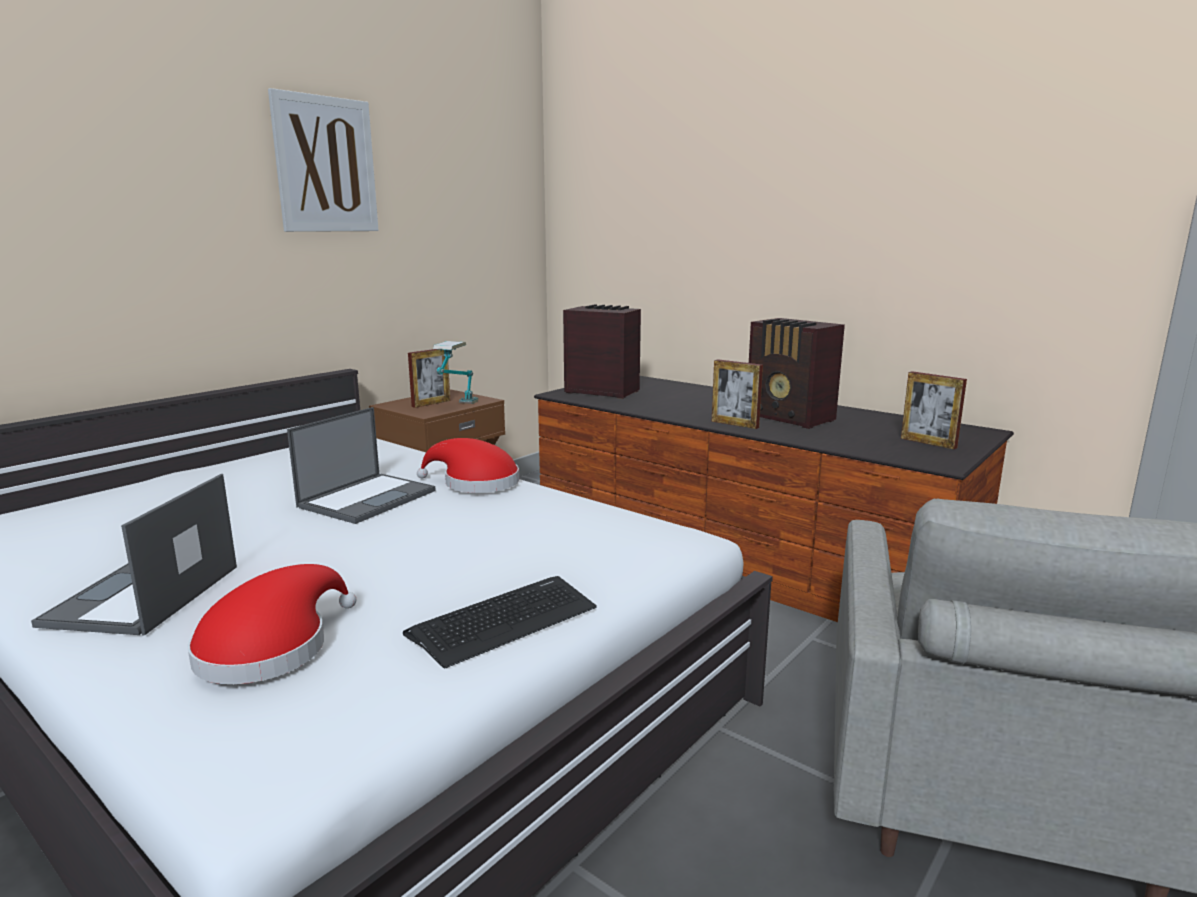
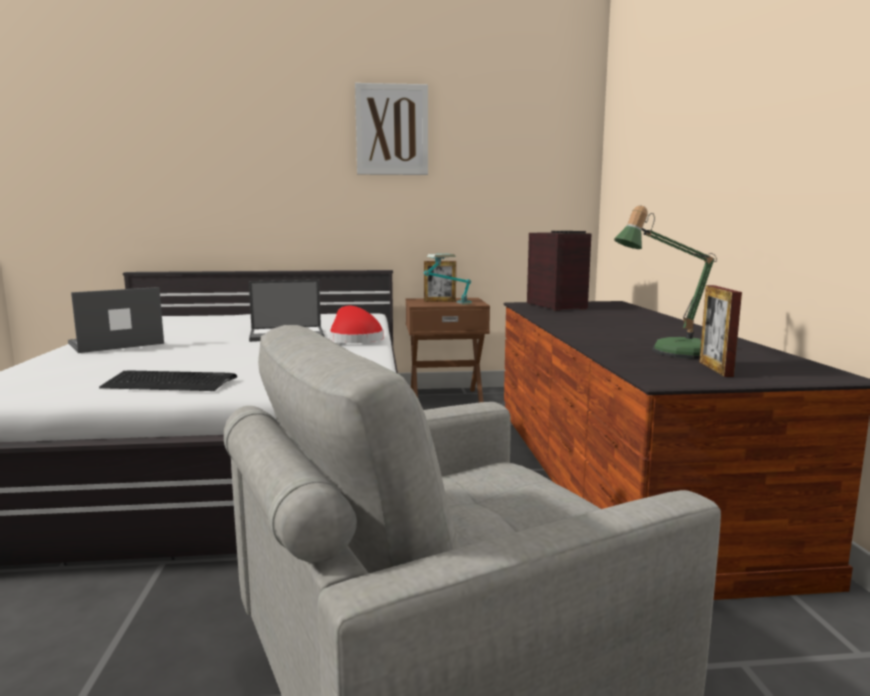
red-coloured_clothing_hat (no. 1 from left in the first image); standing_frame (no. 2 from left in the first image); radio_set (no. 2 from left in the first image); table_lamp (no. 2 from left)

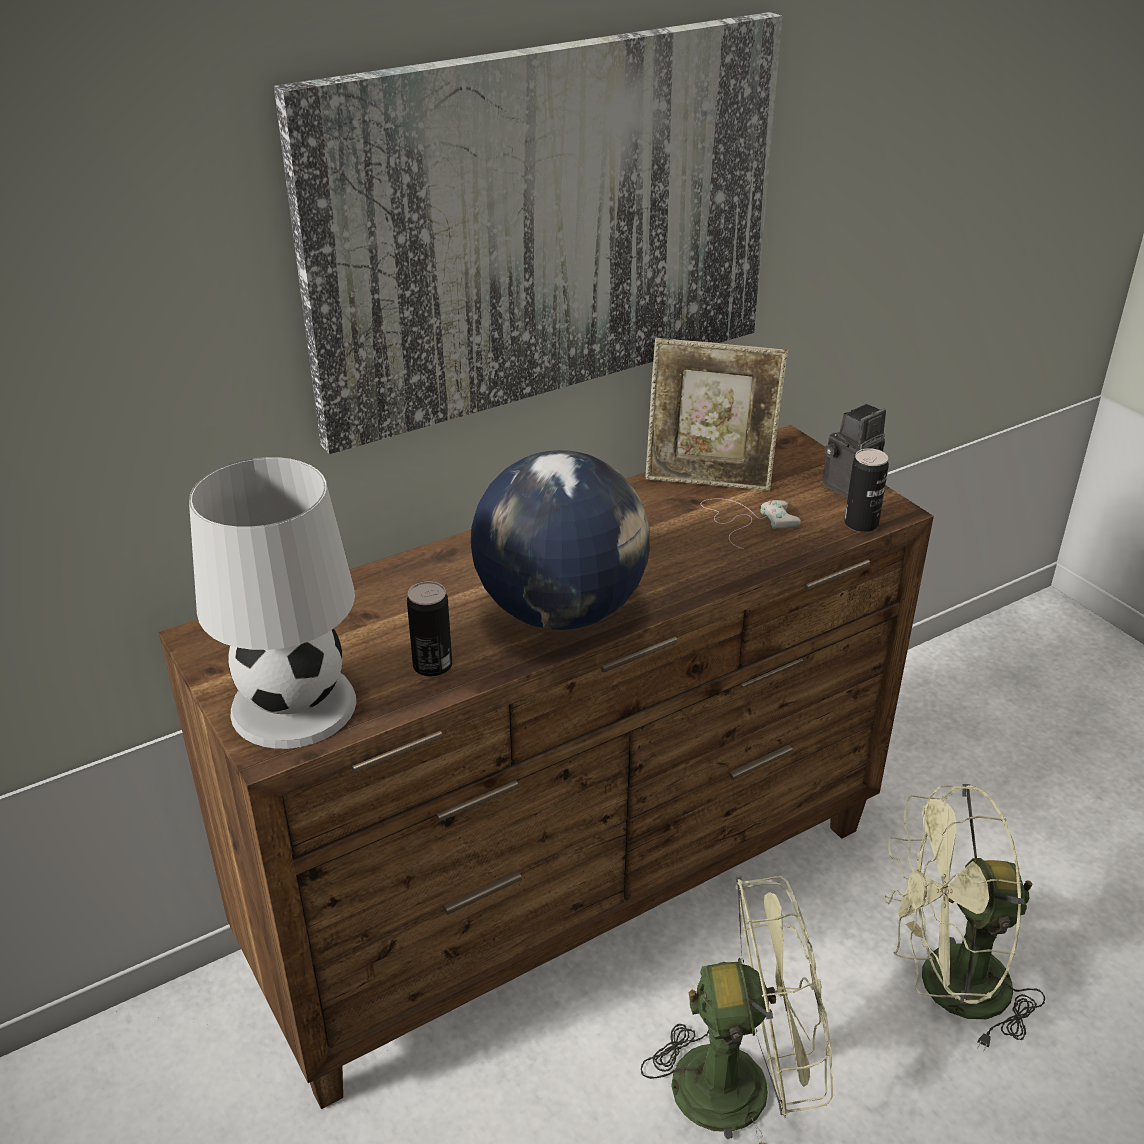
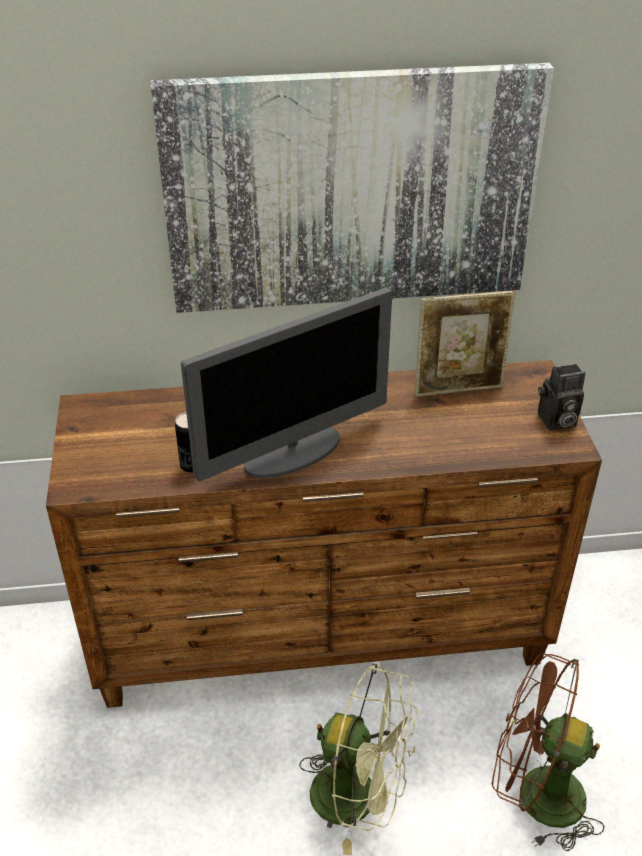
white_table_lamp; monitor; standing_frame; white_gamepad; metal_can (no. 2 from left in the first image); brownish_cooling_fan

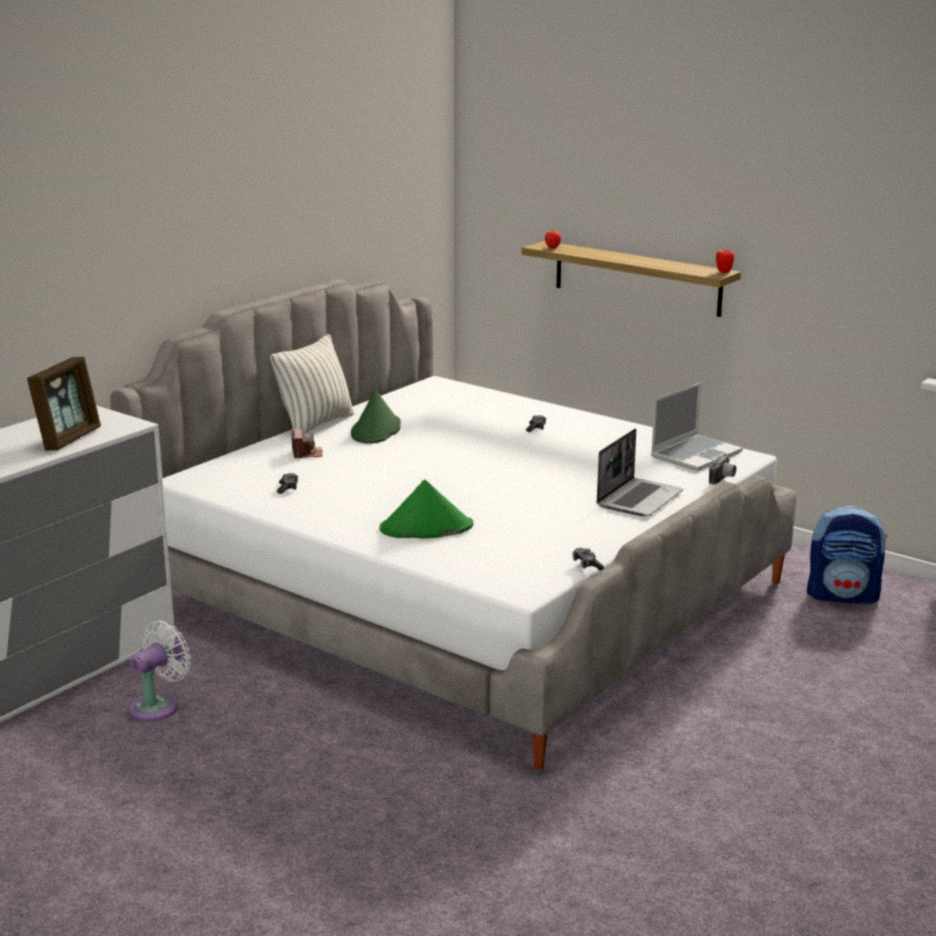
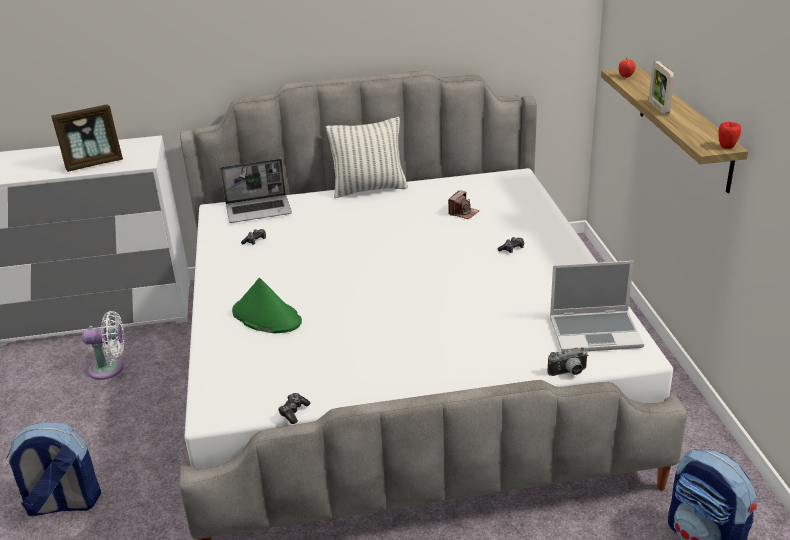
photo_camera (no. 1 from left); greenish_clothing_hat (no. 1 from left in the first image); portable_computer (no. 1 from left); backpack (no. 1 from left); standing_frame (no. 2 from left)

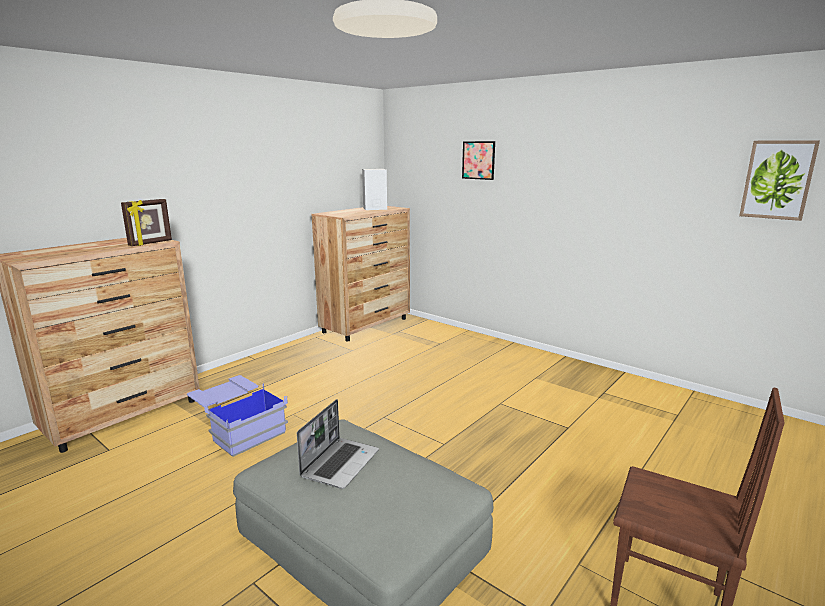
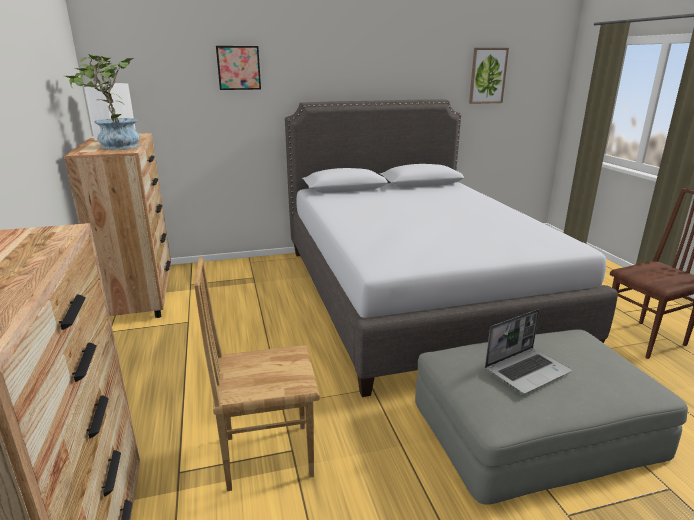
standing_frame; brownish_chair (no. 1 from left); portable_computer; plant_in_a_pot; gray_bed

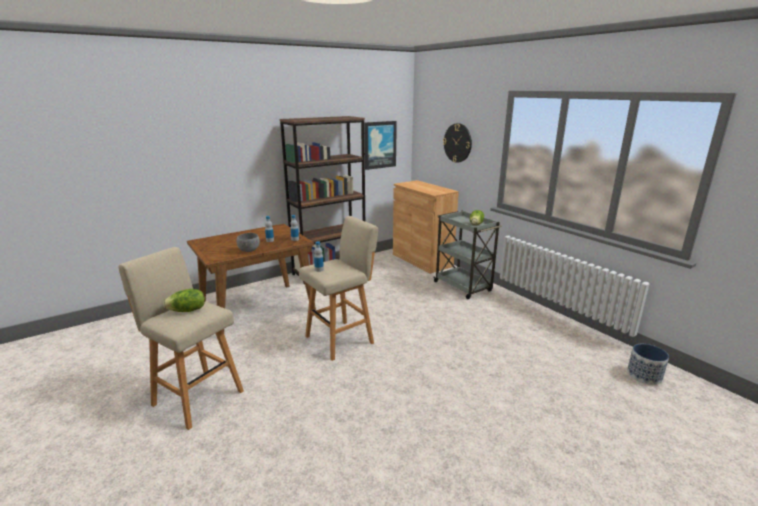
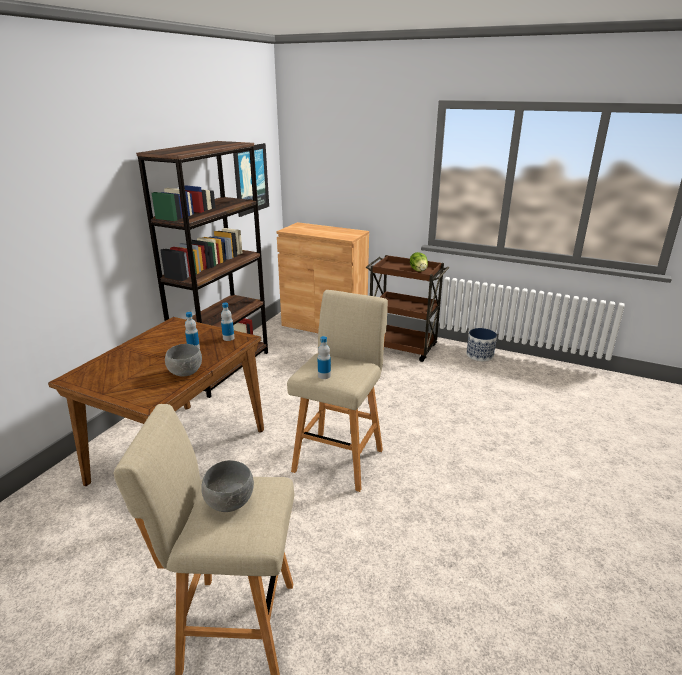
gray_deep_dish (no. 2 from left); brownish_wheeled_cart; wall_clock; plant_pot

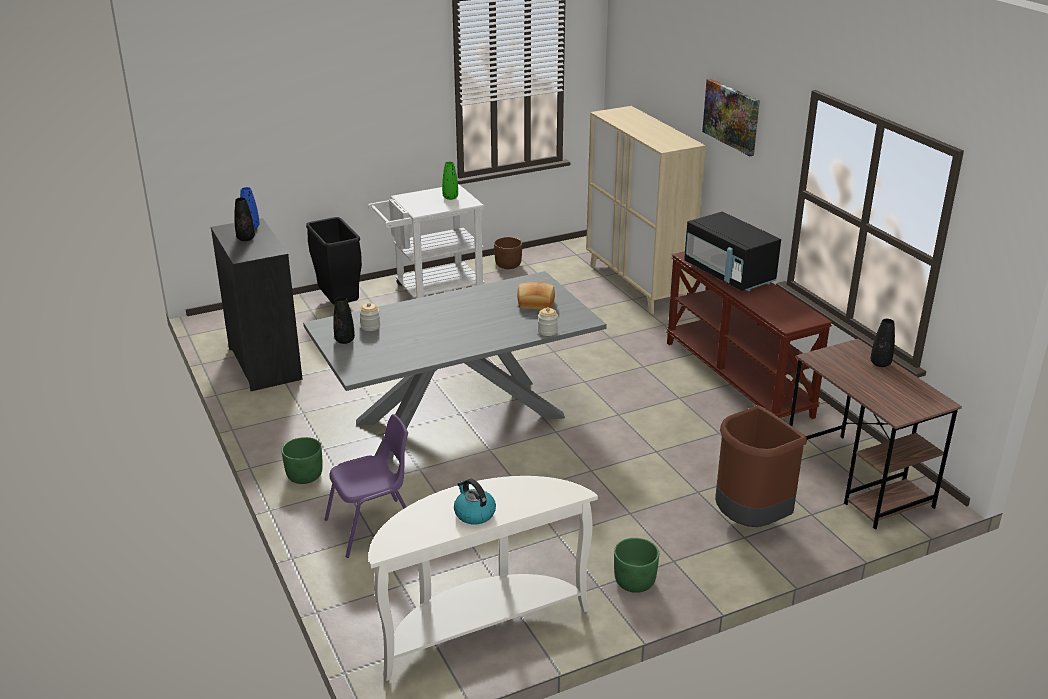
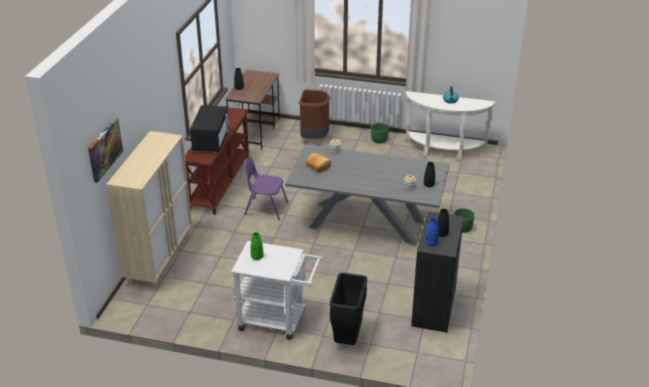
purple-coloured_chair; brownish_plant_pot; wall_picture

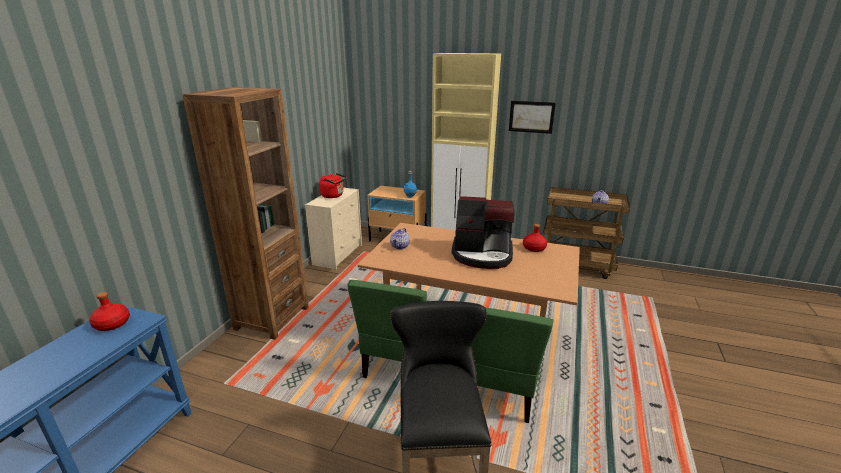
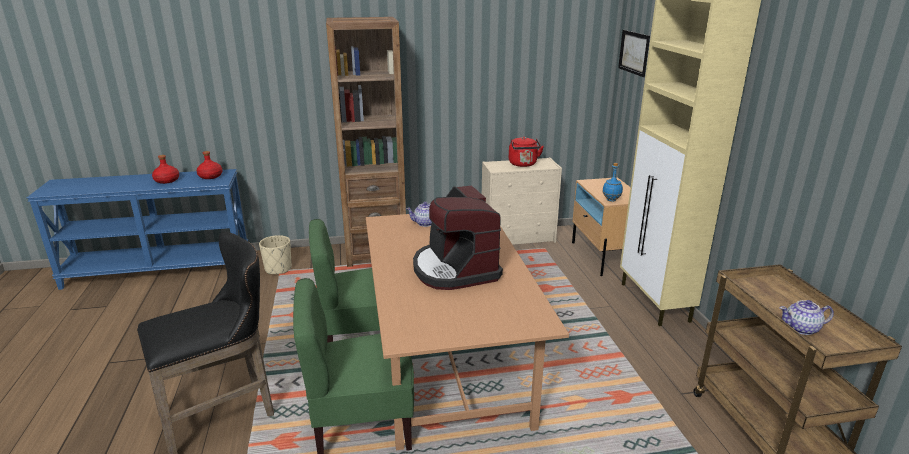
wall_picture; red-coloured_beverage_bottle (no. 1 from left); sand-coloured_plant_pot

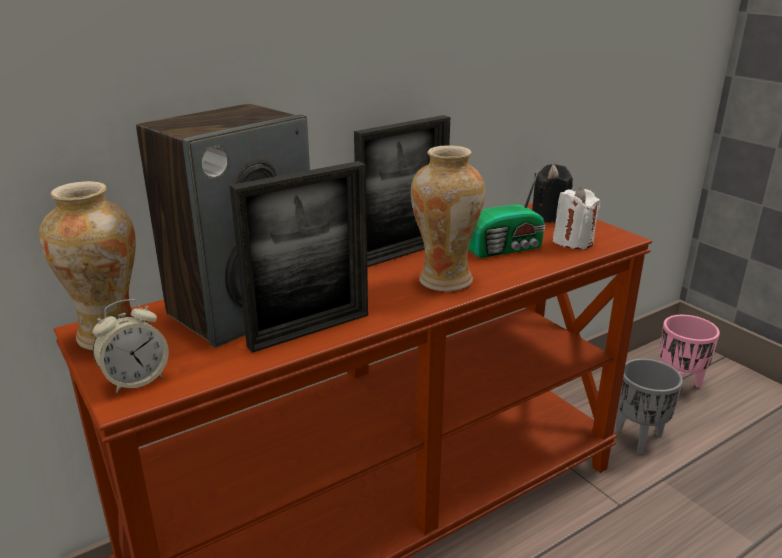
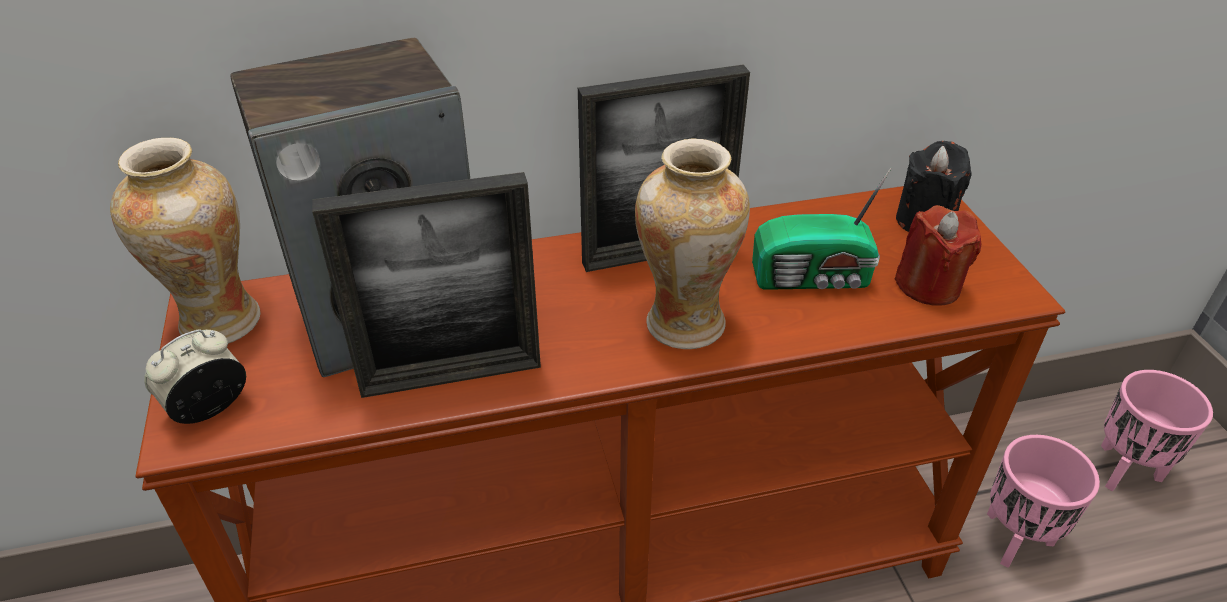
table_clock; red-coloured_wax_light; pink-coloured_plant_pot (no. 1 from left)

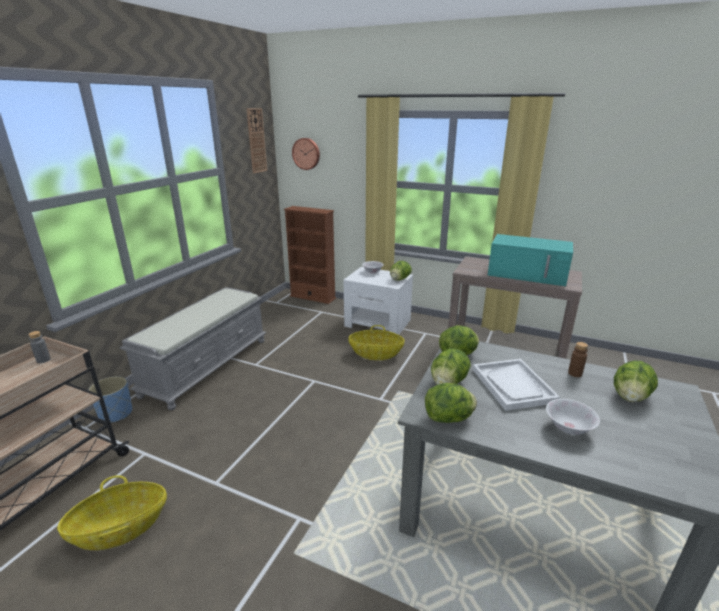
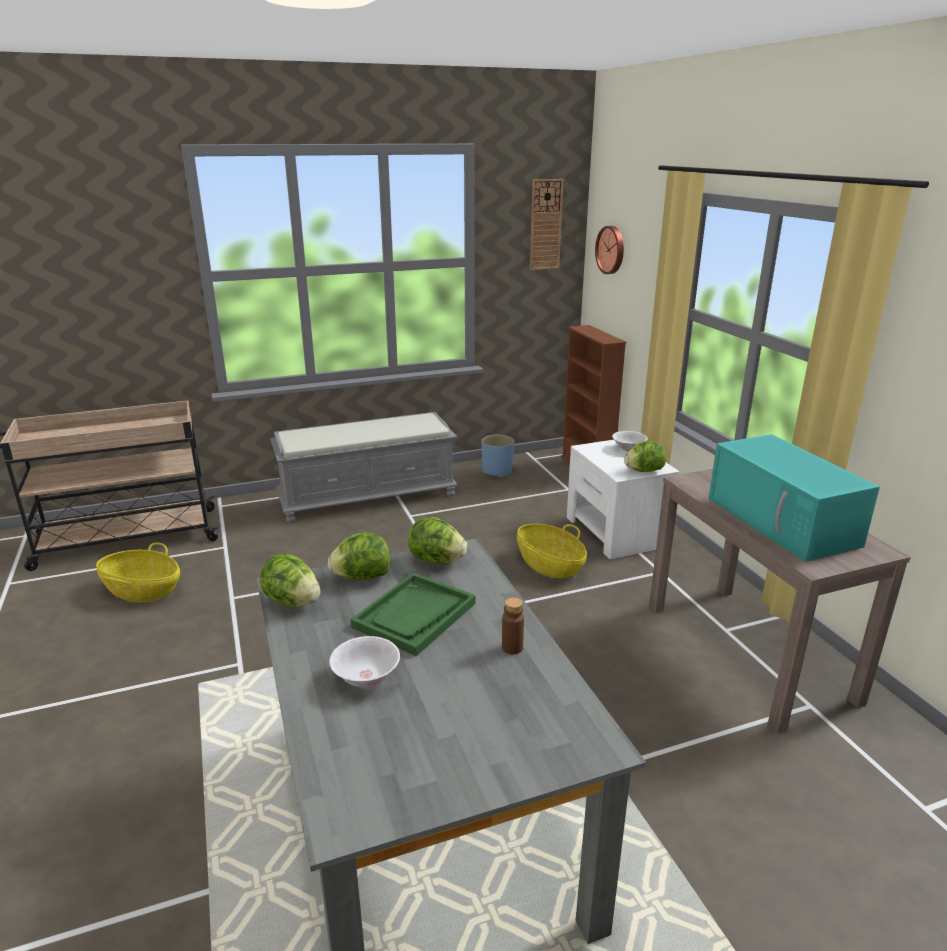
gray_beverage_bottle; blue-coloured_plant_pot; greenish_carrying_tray; lettuce_head (no. 5 from left in the first image)

